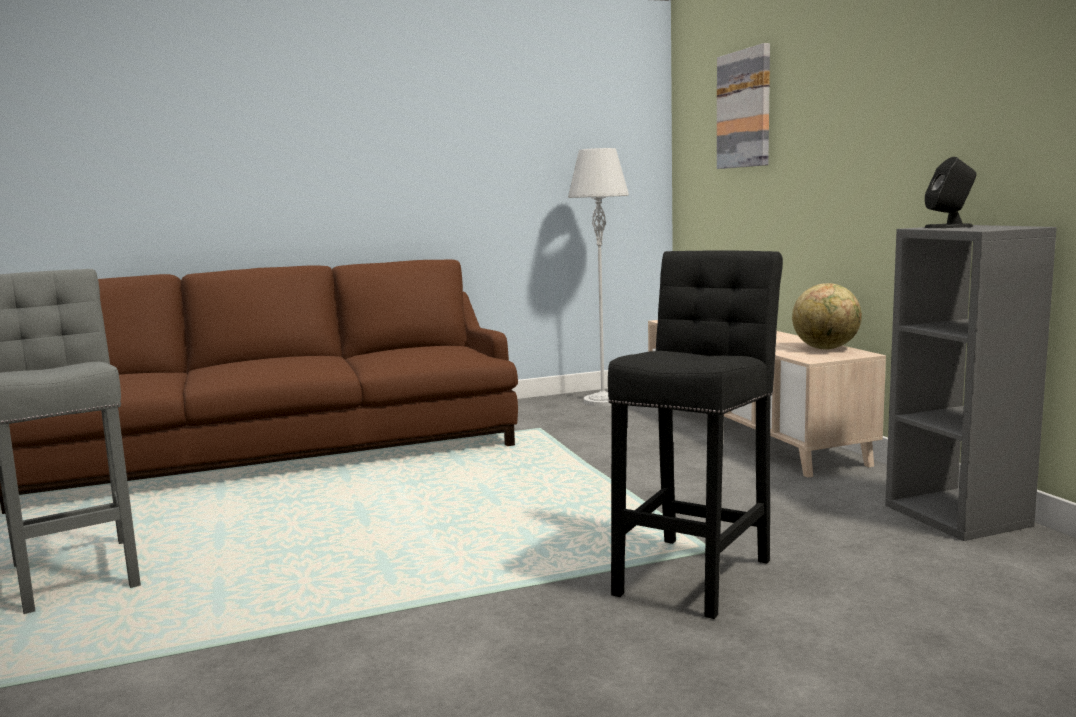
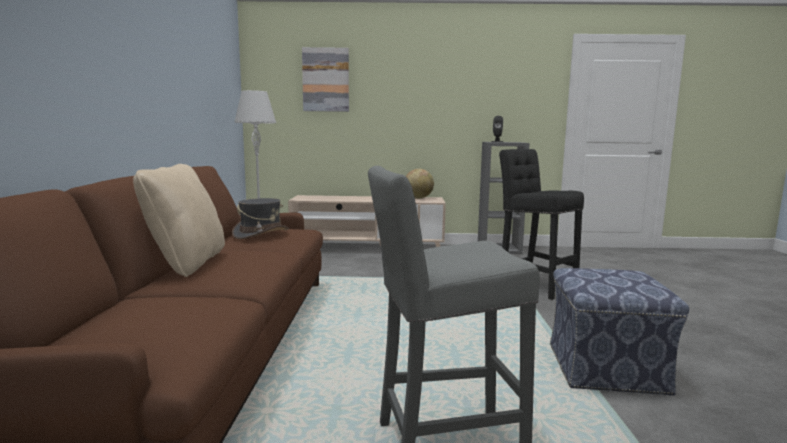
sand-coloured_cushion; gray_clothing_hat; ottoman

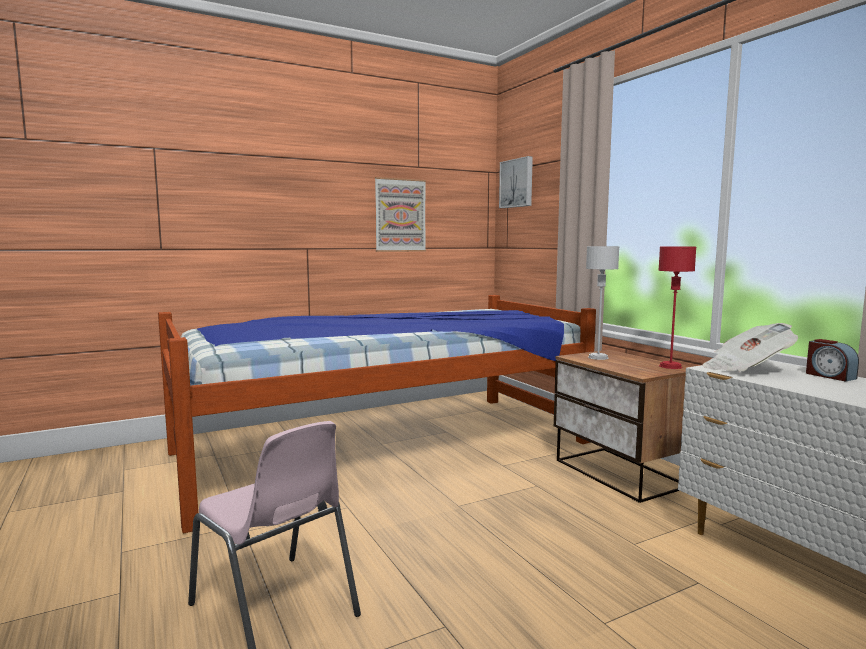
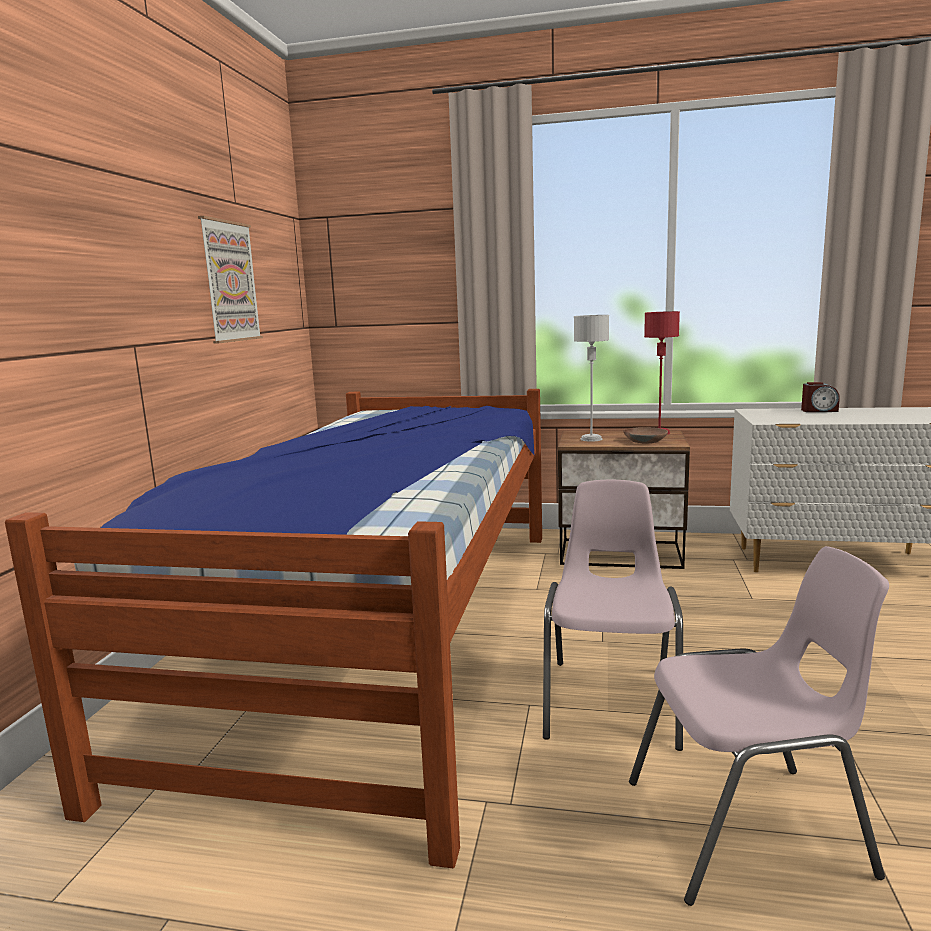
wall_picture (no. 2 from left in the first image); printed_paper; pink-coloured_chair (no. 1 from left); brownish_deep_dish

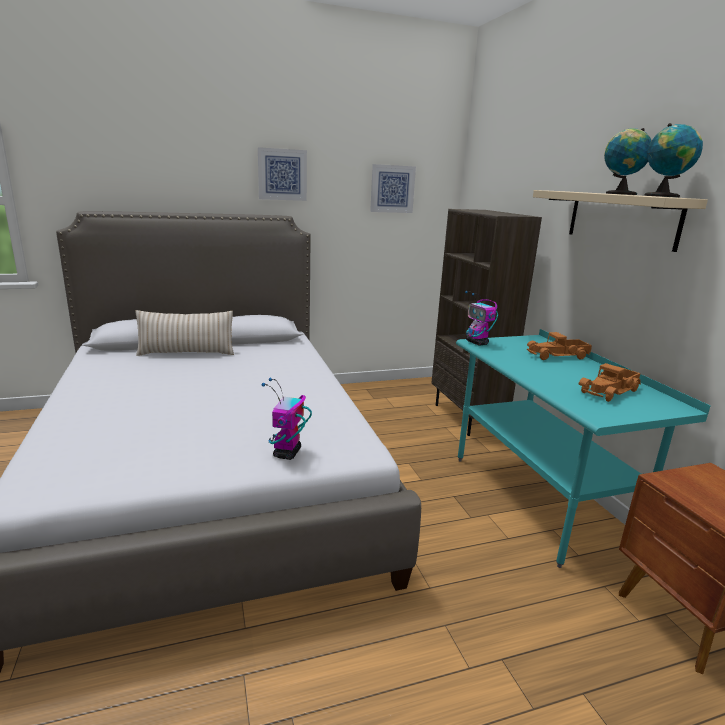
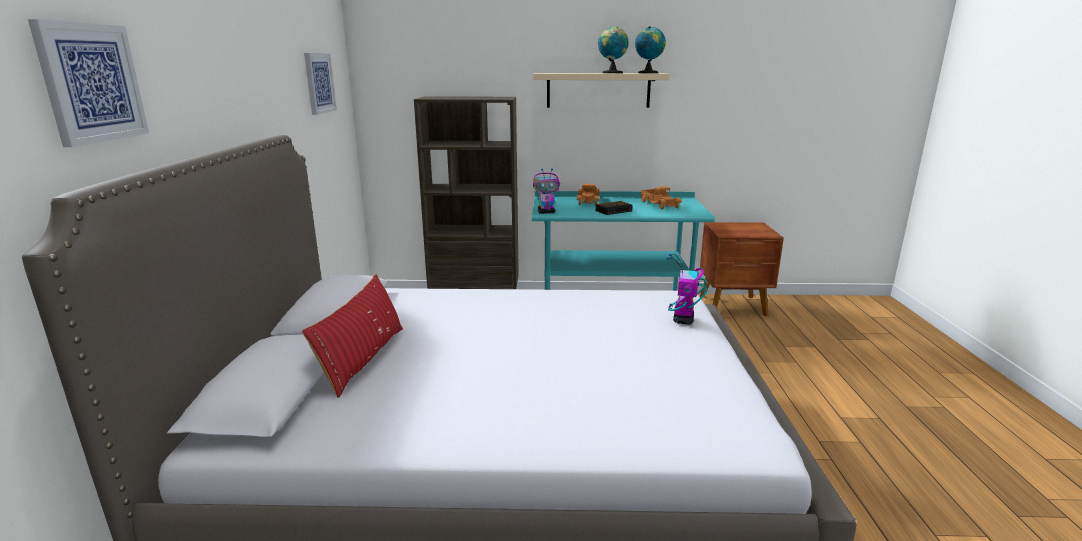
red-coloured_cushion; wall_picture (no. 1 from left); robot_figure (no. 2 from left); table_clock

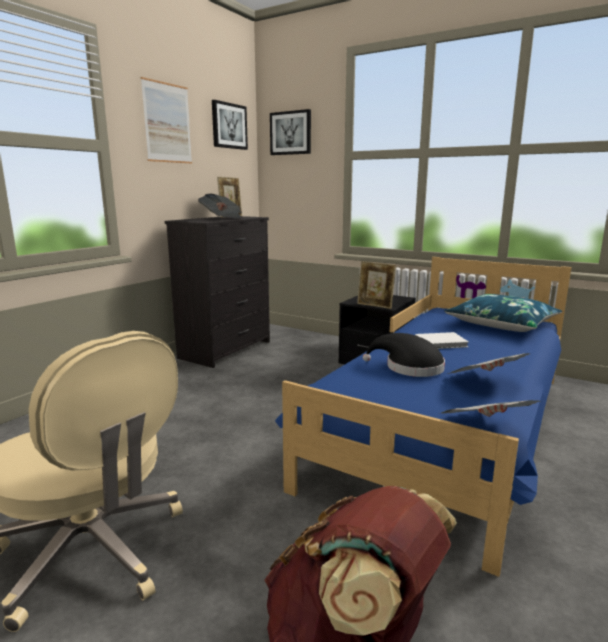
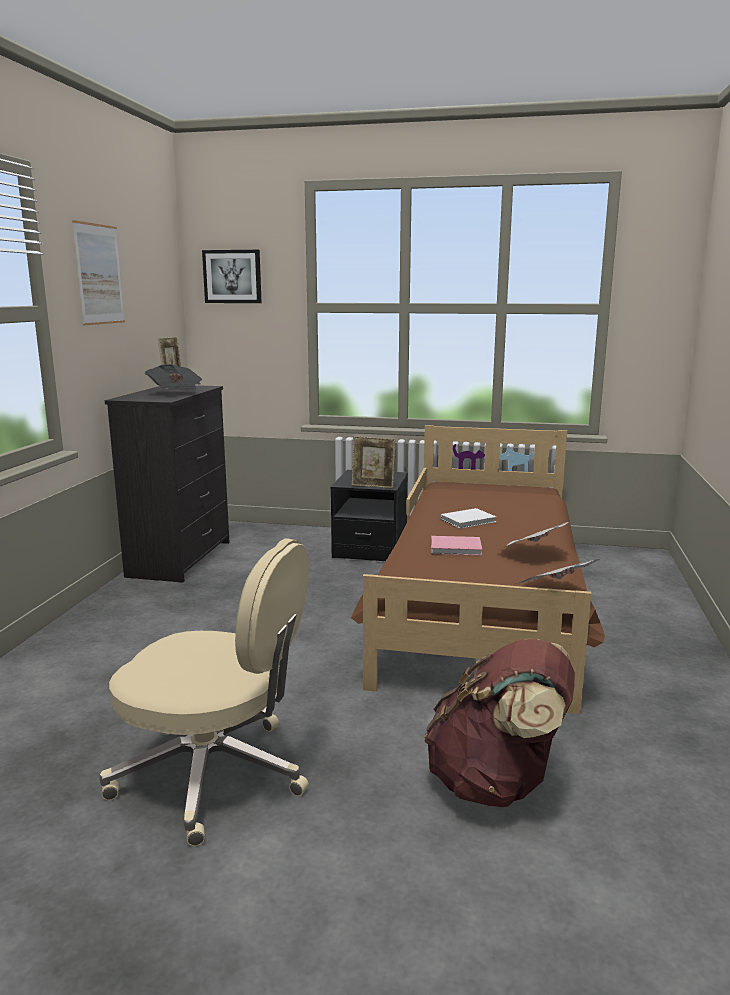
wall_picture (no. 2 from left in the first image); brownish_bed; pink-coloured_book; blue-coloured_cushion

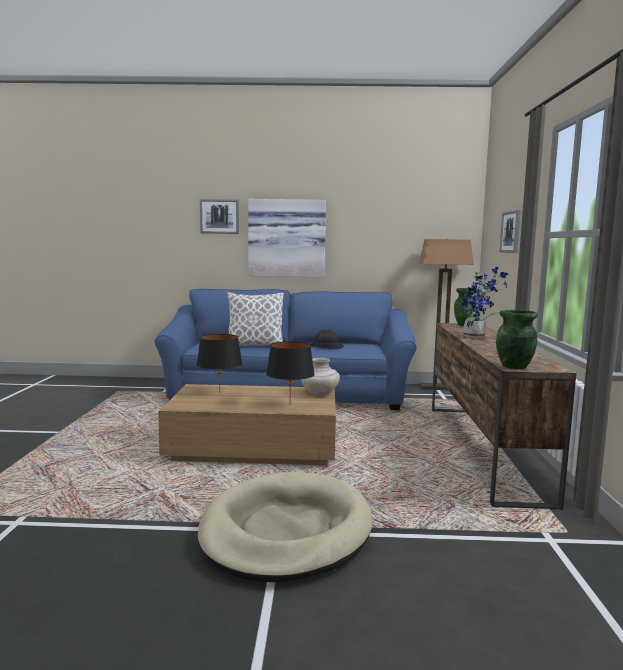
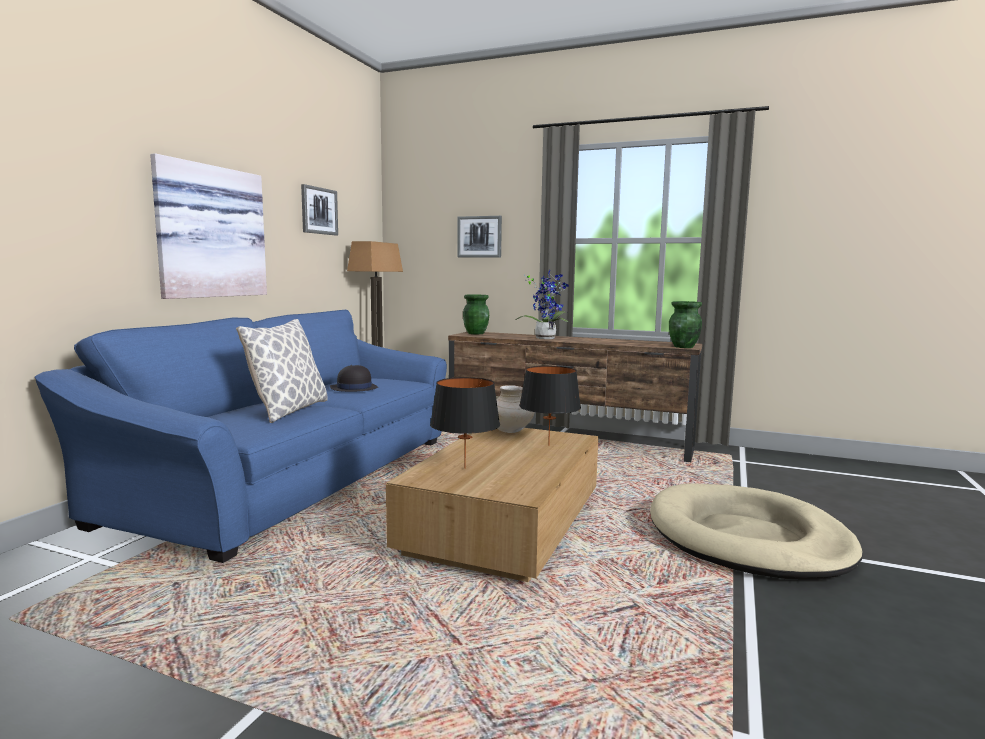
wall_picture (no. 2 from left)

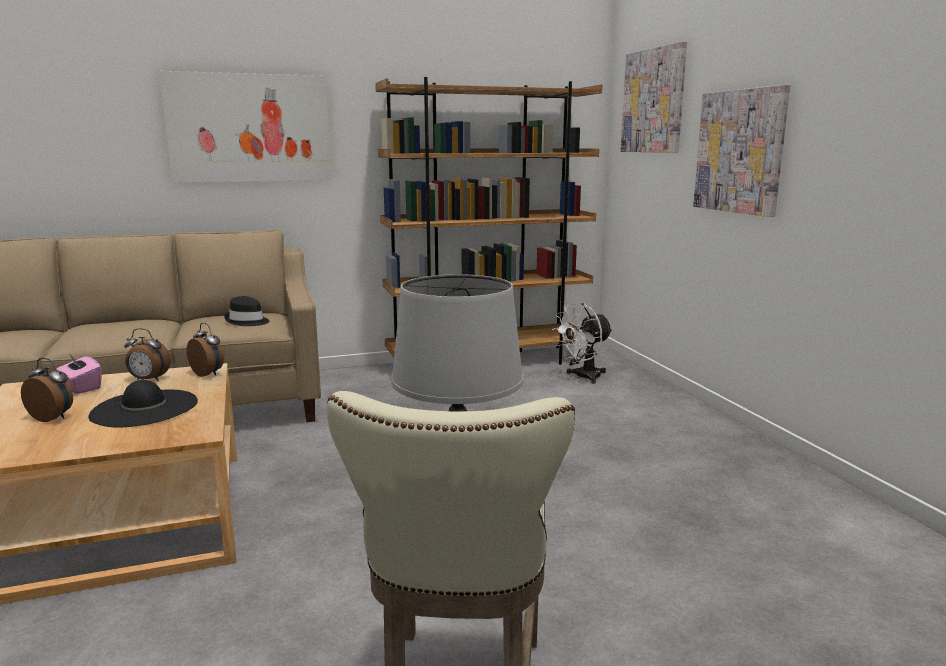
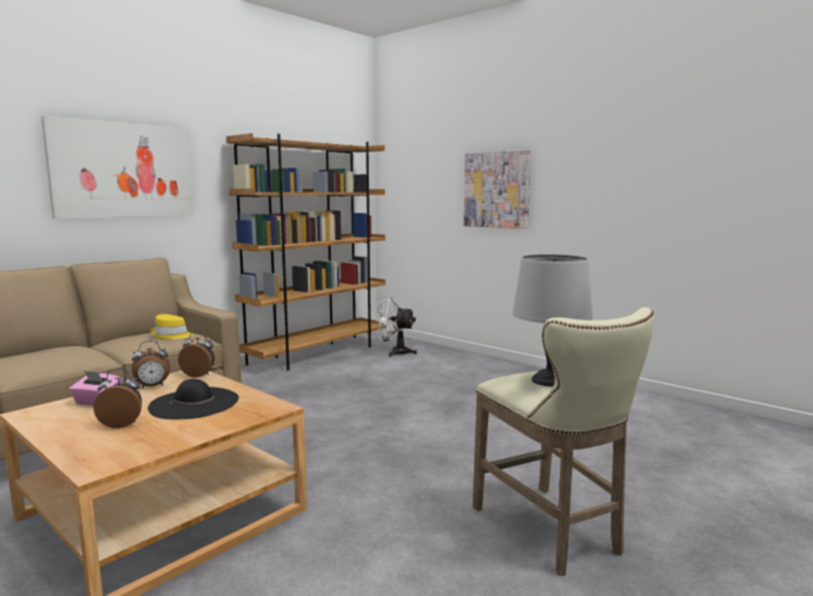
yellowish_clothing_hat; white_cooling_fan; wall_picture (no. 2 from left in the first image)

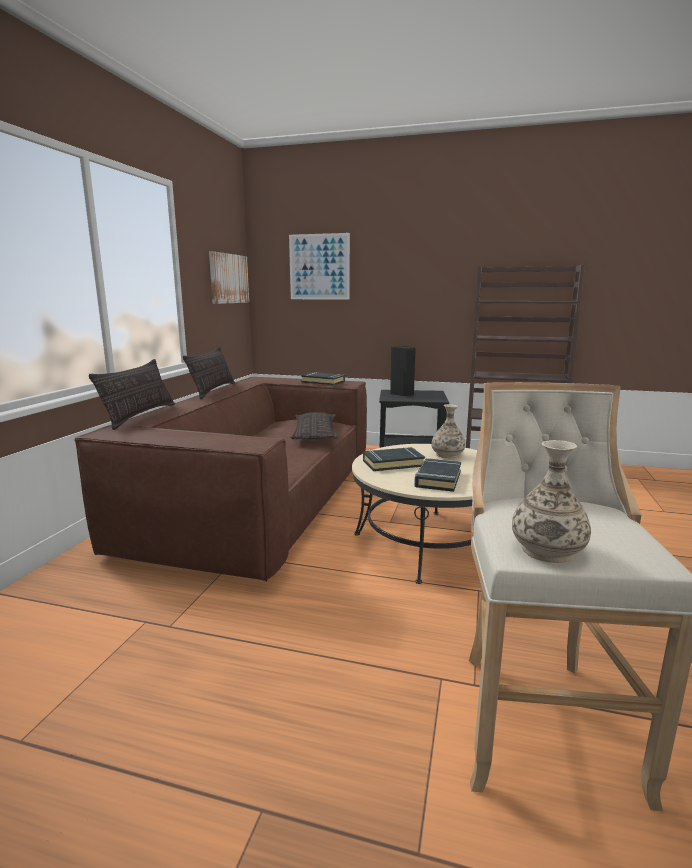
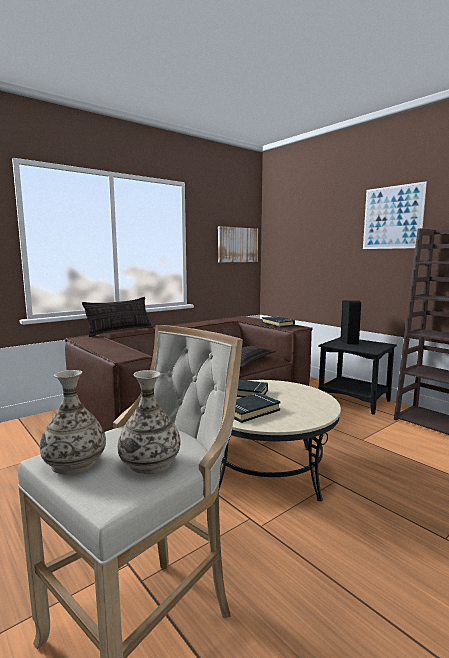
cushion (no. 2 from left in the first image); wall_picture (no. 2 from left); decorative_vase (no. 2 from left)

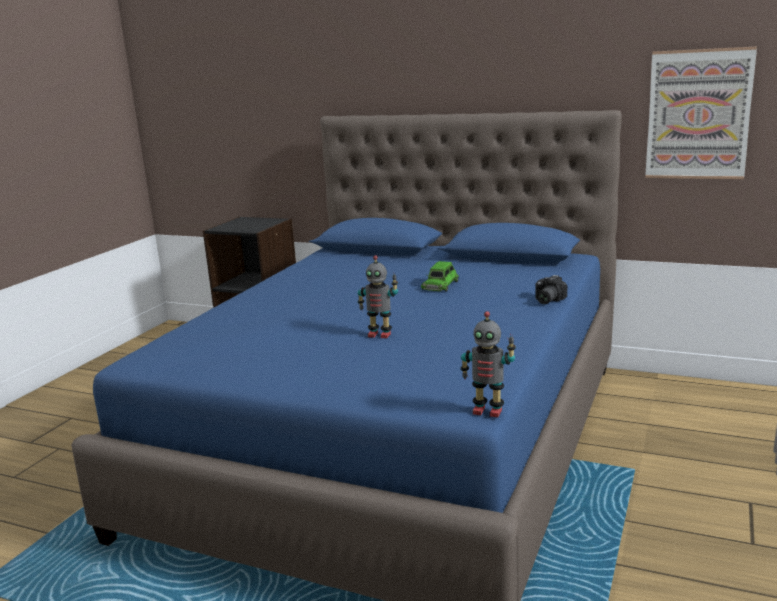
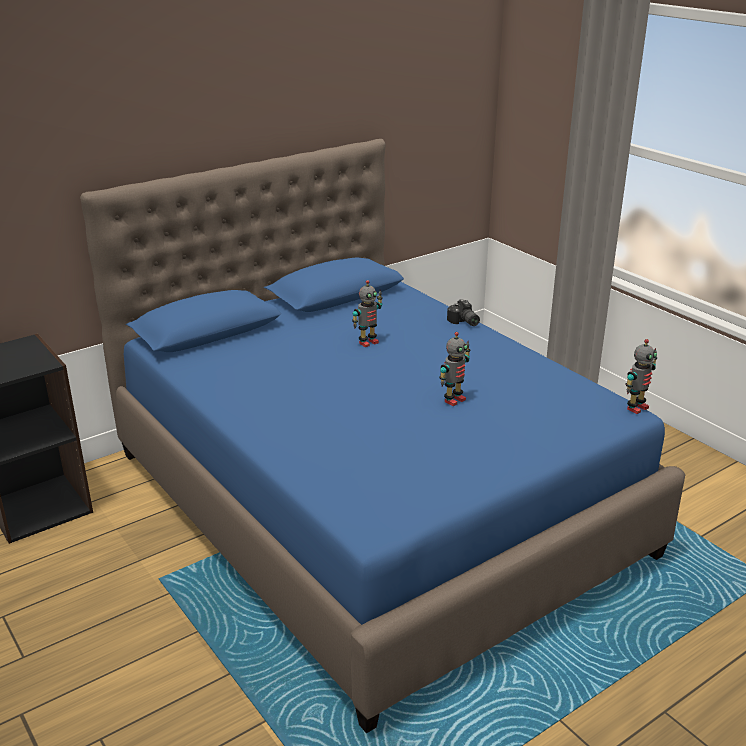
robot_figure (no. 1 from left); wall_picture

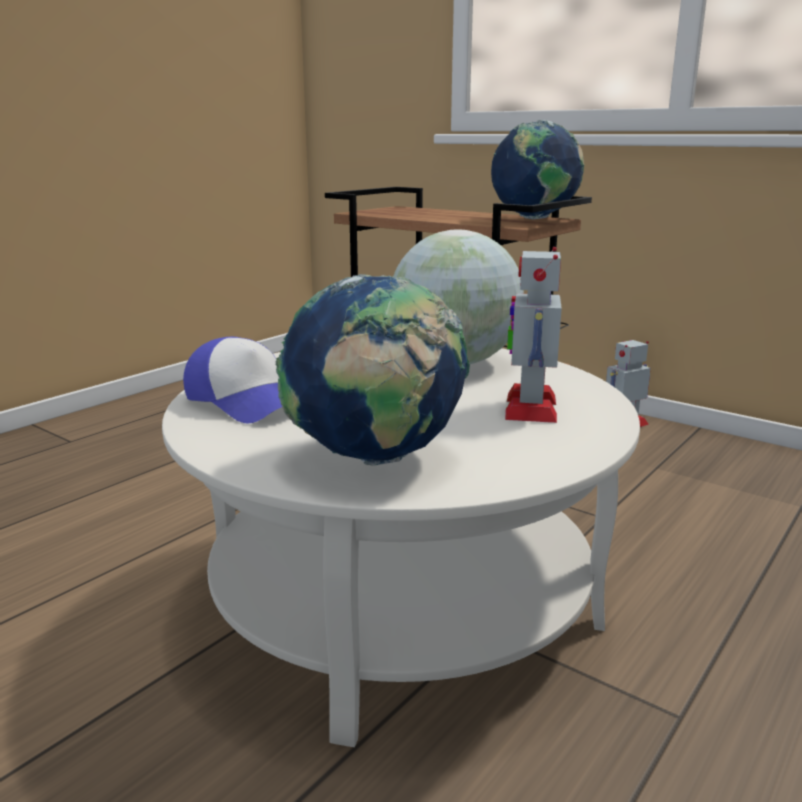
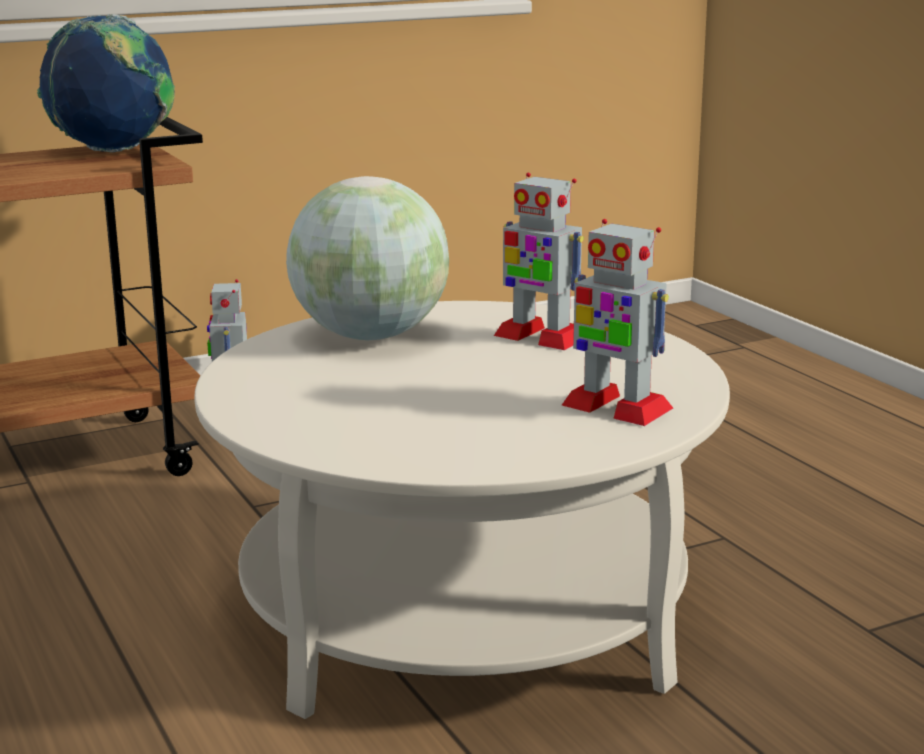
peaked_cap; robot_figure (no. 3 from left)

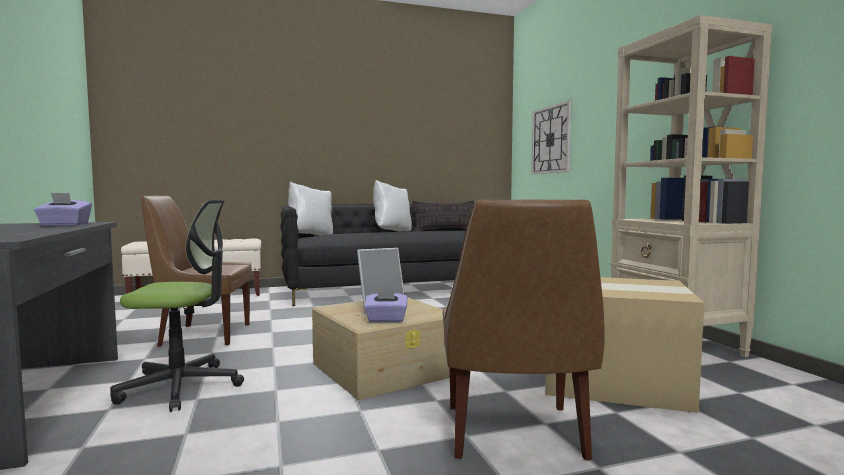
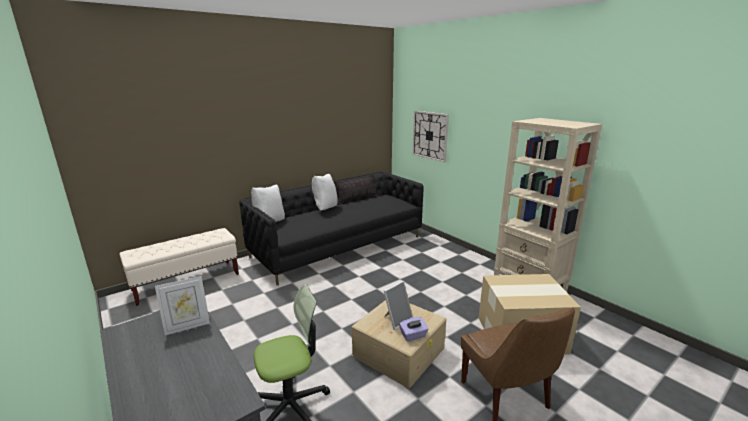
standing_frame (no. 1 from left); brownish_chair (no. 1 from left in the first image)

